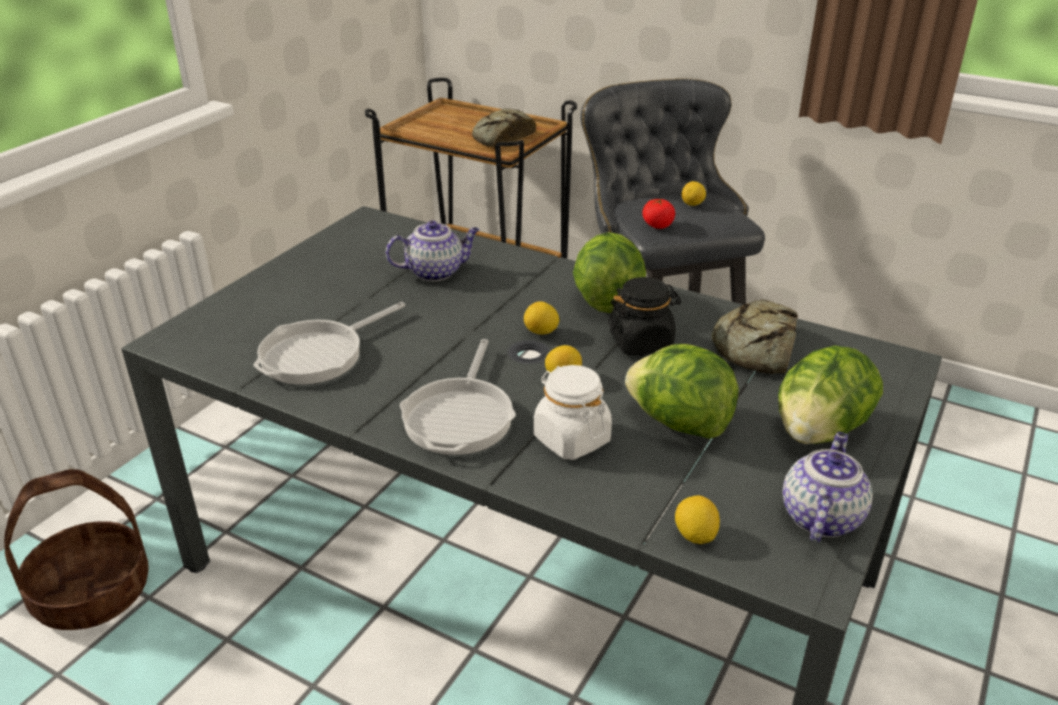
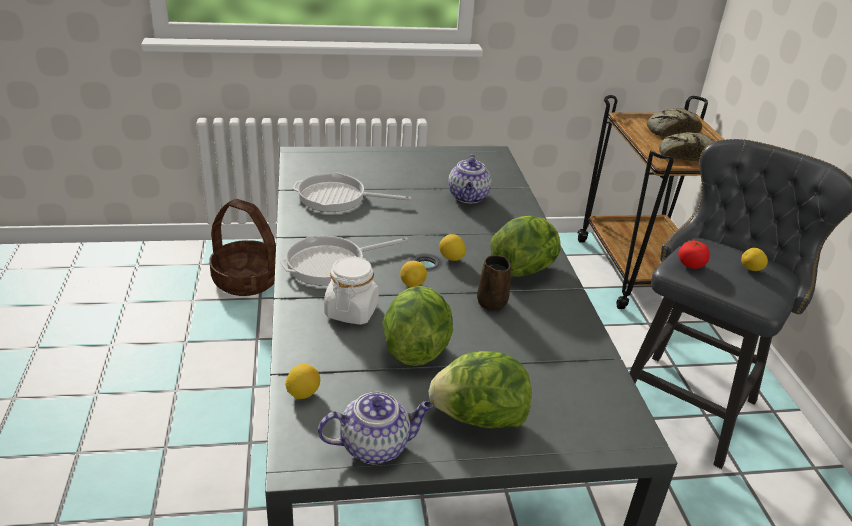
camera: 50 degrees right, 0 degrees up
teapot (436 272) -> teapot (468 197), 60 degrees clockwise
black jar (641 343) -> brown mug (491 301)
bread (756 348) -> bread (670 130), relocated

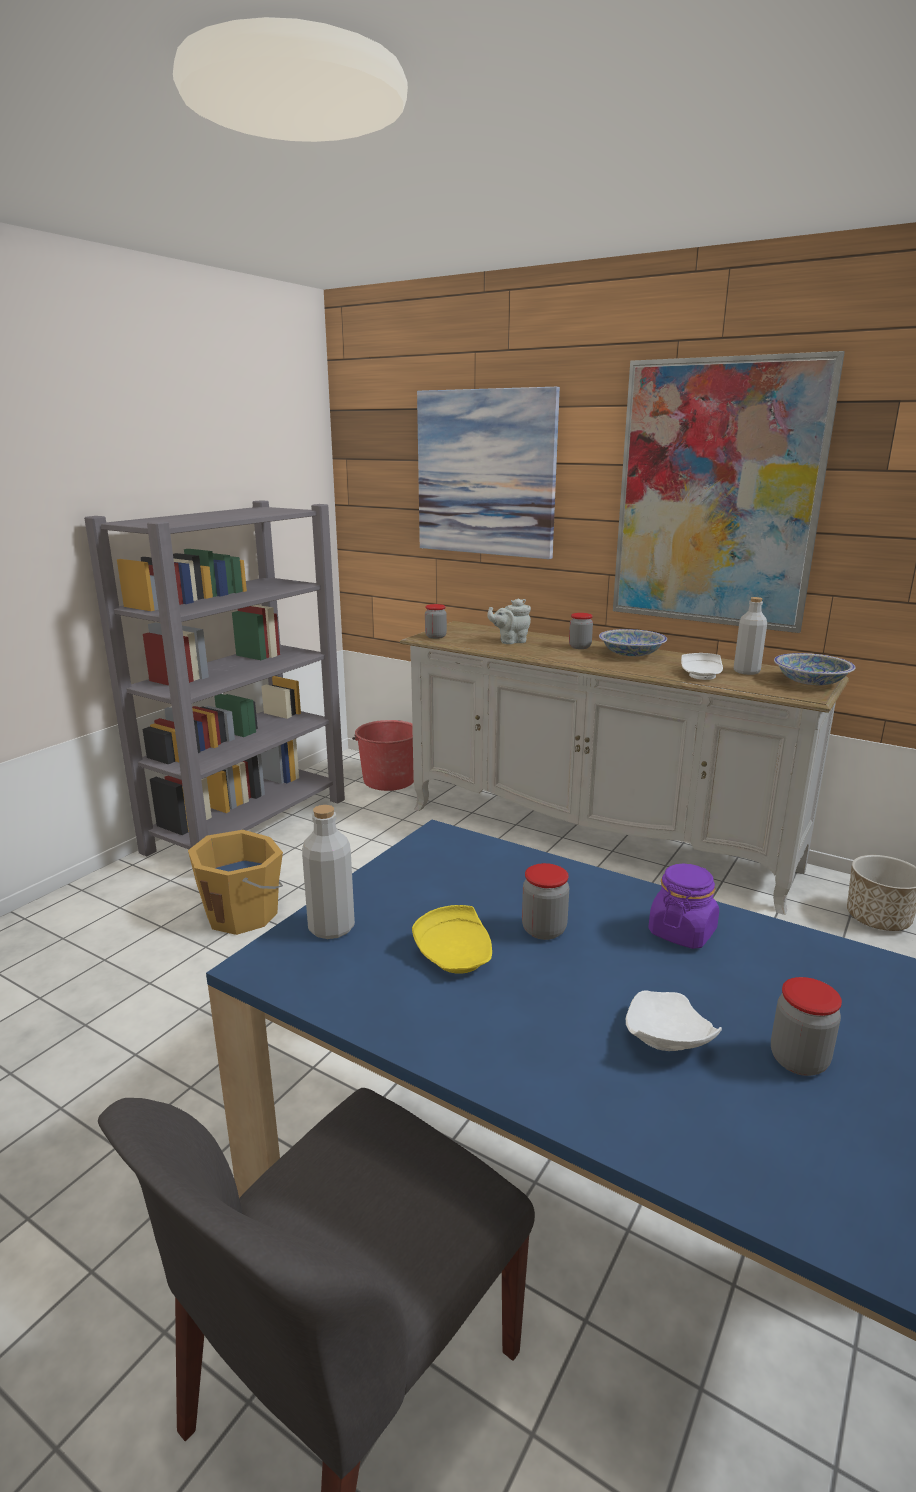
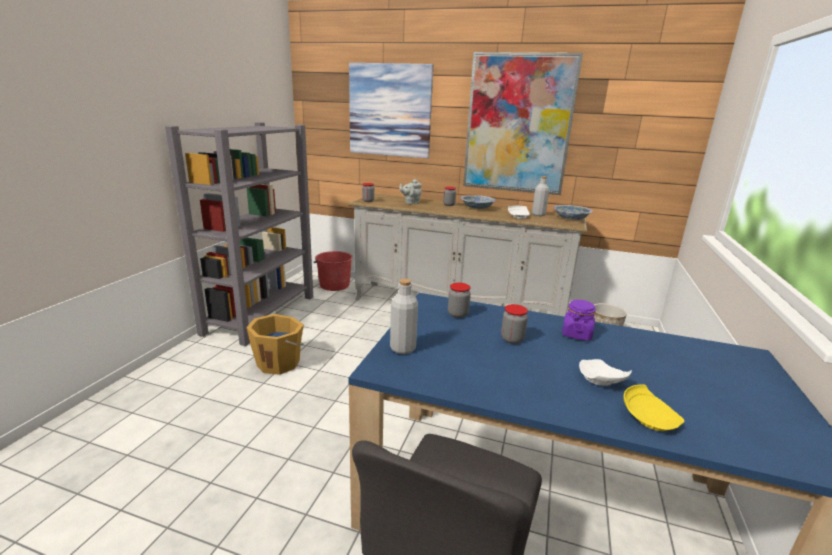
camera: 15 degrees left, 0 degrees up
jar (798 1060) -> jar (457 314), relocated
yellow plate (456 955) -> yellow plate (648 418), relocated

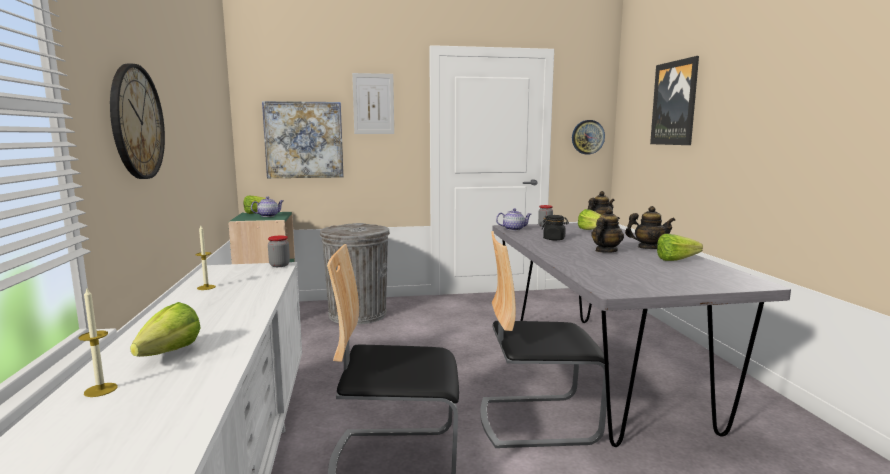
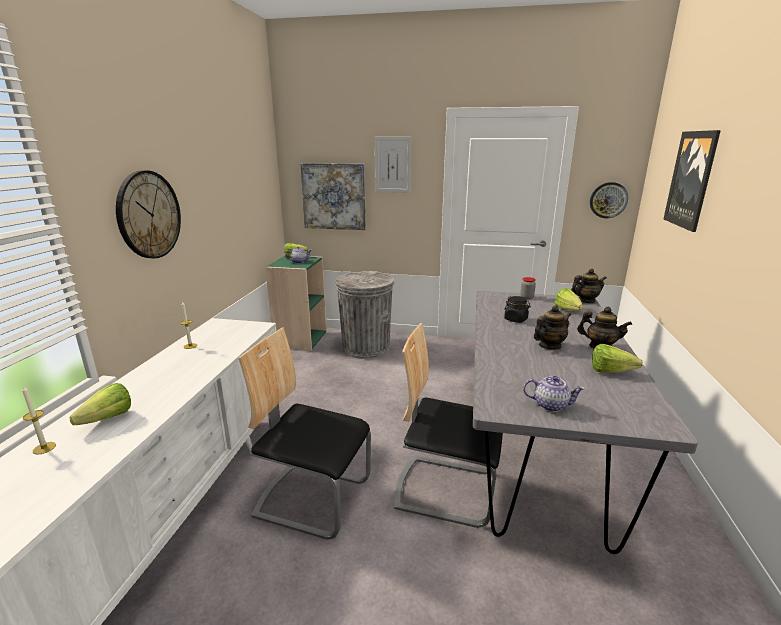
camera: 20 degrees right, 10 degrees up
teapot (513 229) -> teapot (551 405), relocated
jar (279 265) -> none

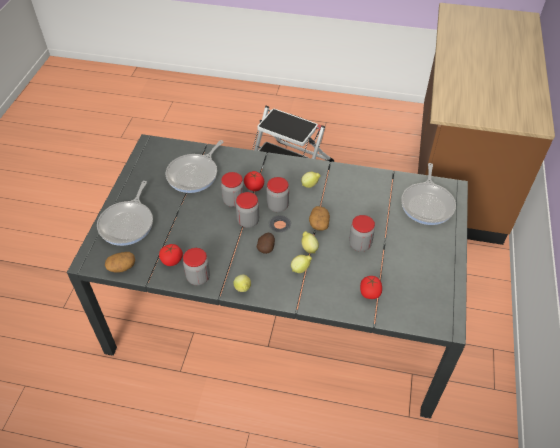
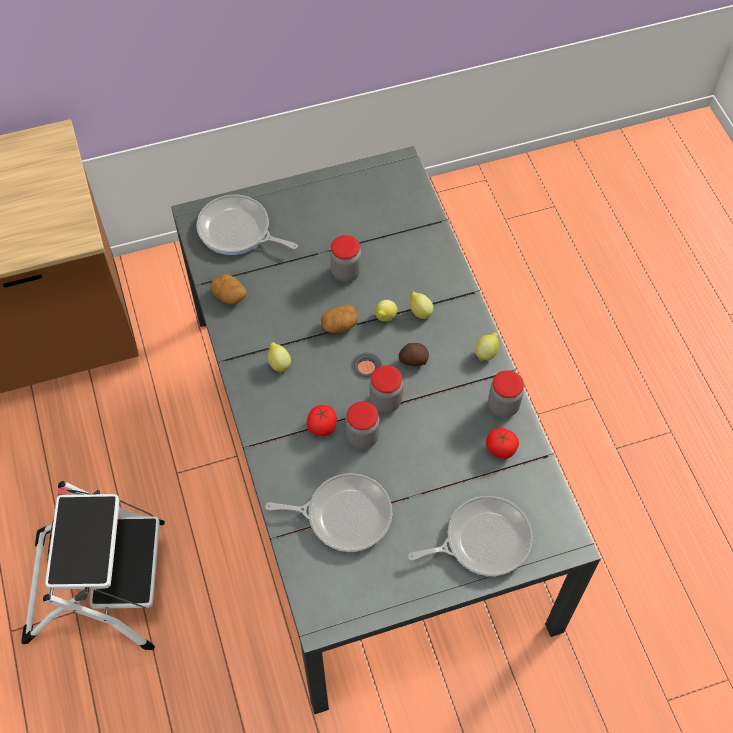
camera: 120 degrees left, 10 degrees up
frying pan (427 204) -> frying pan (237 231), 135 degrees counterclockwise
potato (121 267) -> potato (230 295), relocated
jar (277 206) -> none
tomato (369 293) -> none

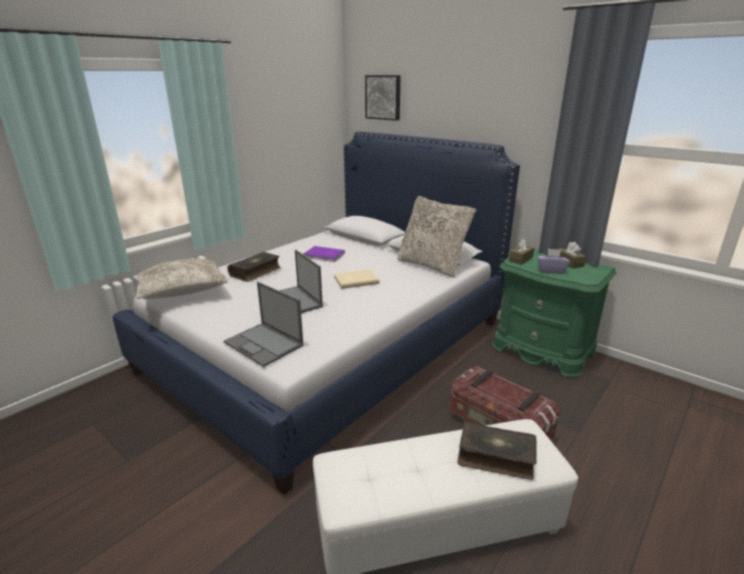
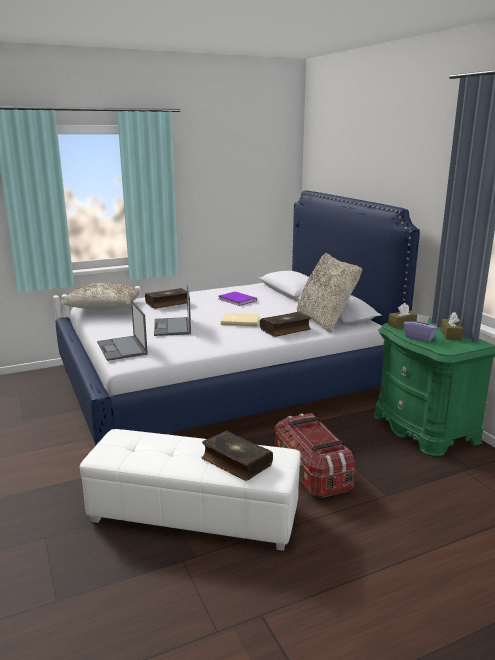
camera: 25 degrees right, 5 degrees down
none -> book (285 330)
picture (383 97) -> none

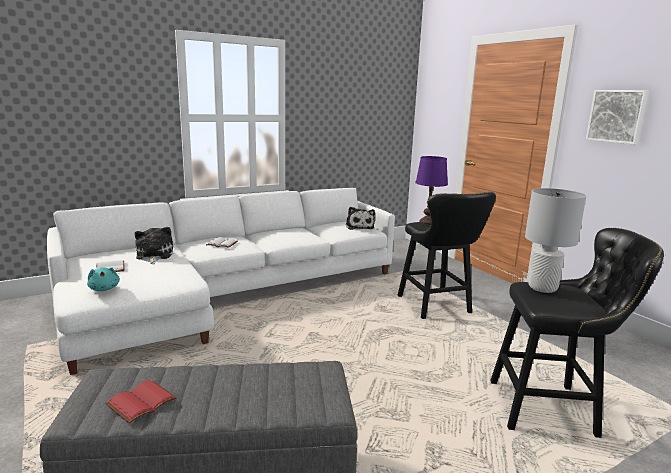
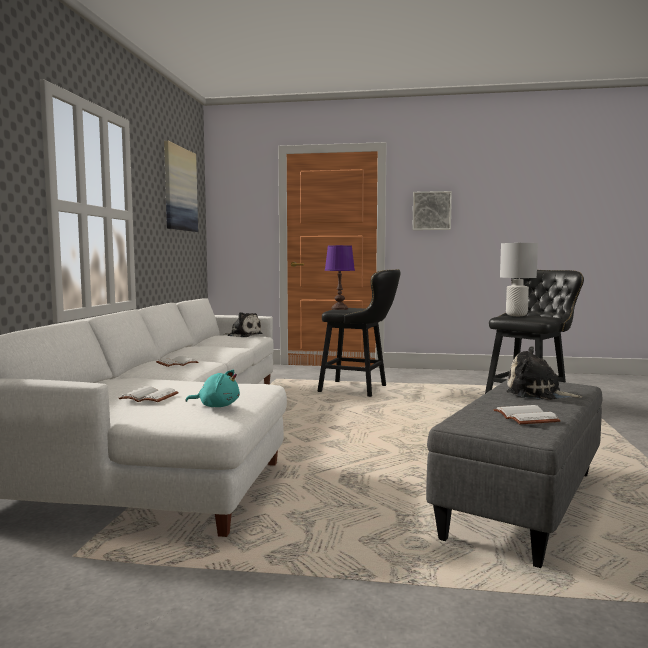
camera: 50 degrees left, 10 degrees down
none -> picture (179 189)
red book (141 401) -> white book (523 417)
plush toy (154 255) -> plush toy (537 394), relocated

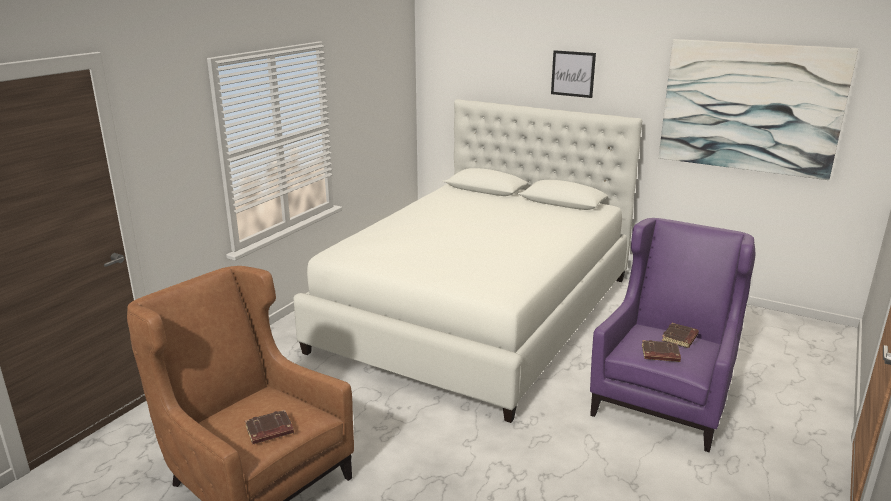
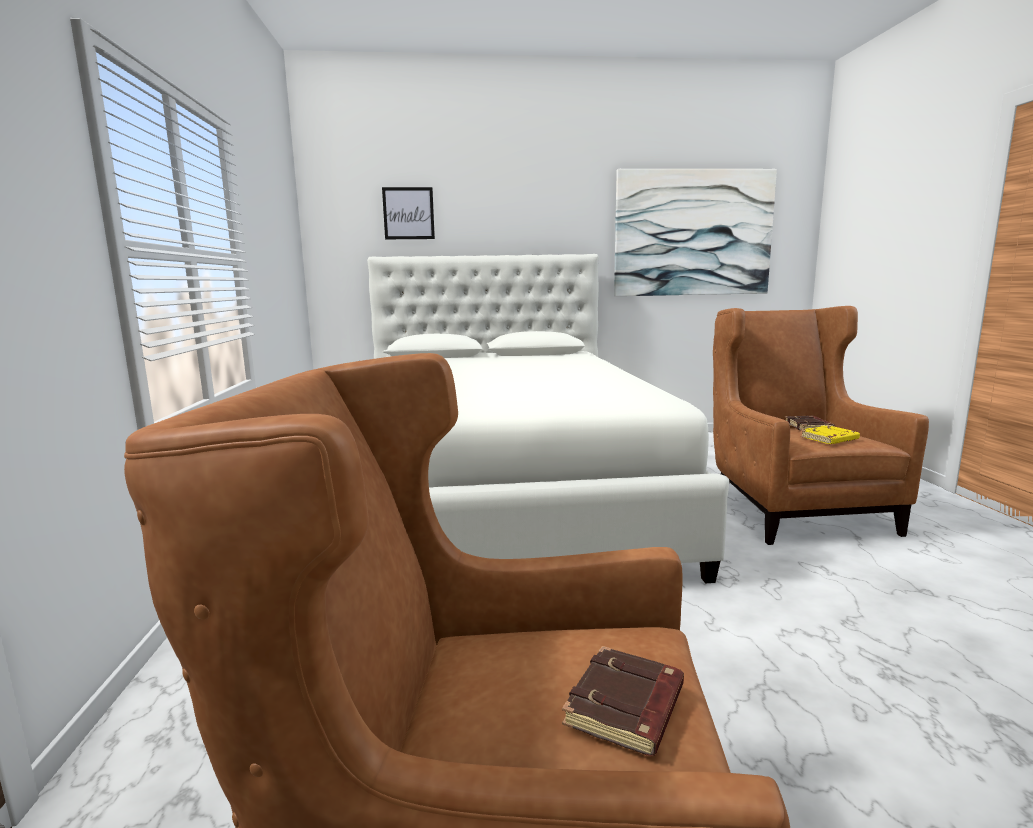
camera: 35 degrees left, 10 degrees down
picture (573 74) -> picture (408 213), relocated
purple armchair (664 399) -> brown armchair (792 509)
brown book (660 354) -> yellow book (829 439)

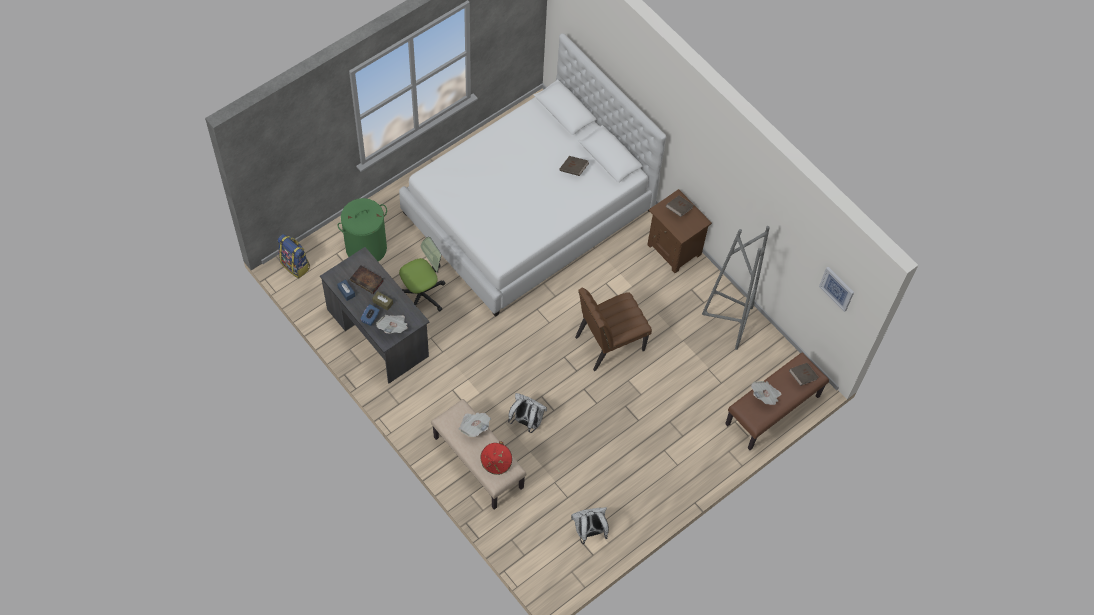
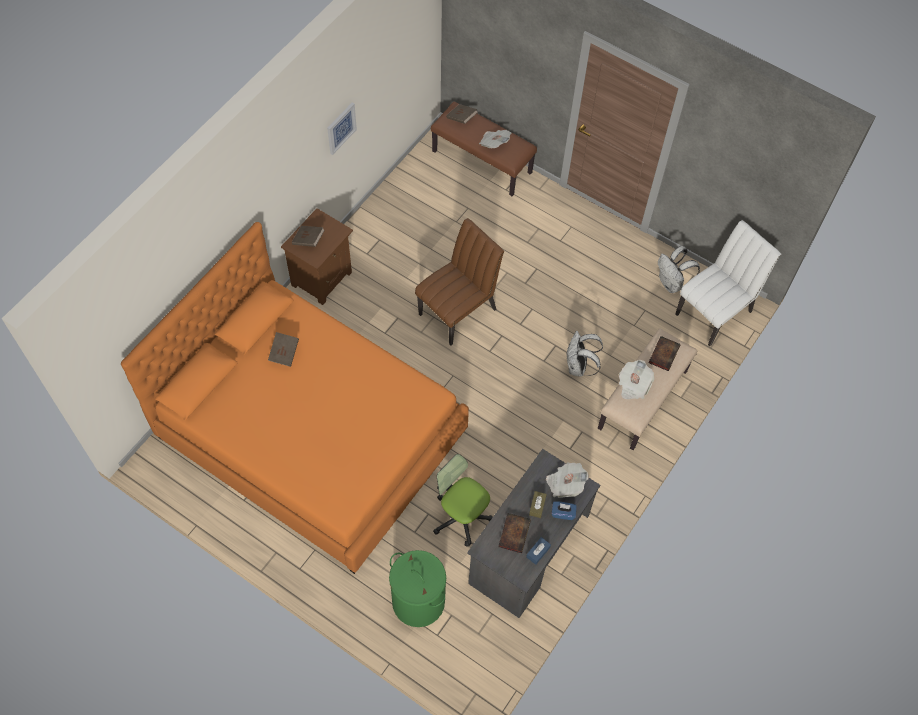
camera: 105 degrees left, 0 degrees up
white bed (528 211) -> orange bed (312 433)
picture (837 288) -> picture (341 128), relocated
brown chair (610 343) -> brown chair (457 312), 90 degrees counterclockwise
red hat (496 462) -> book (664 354)
none -> white chair (713 314)
backpack (295 265) -> none
grey clothes rack (730 324) -> none

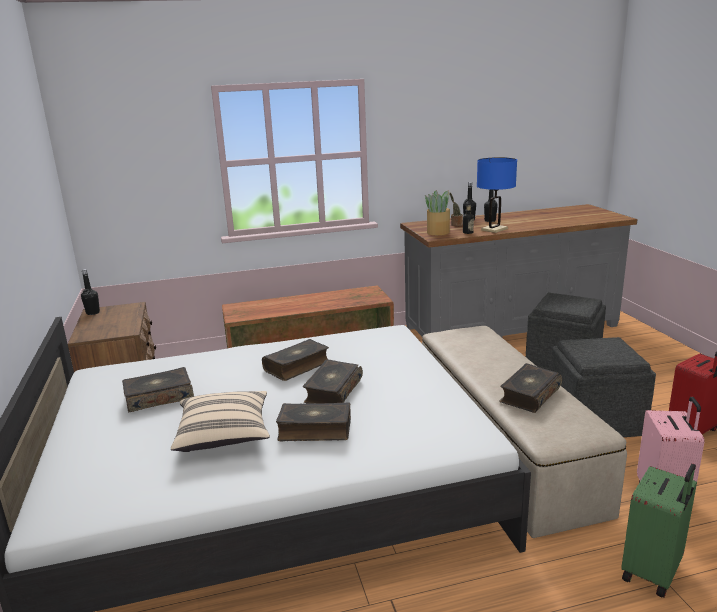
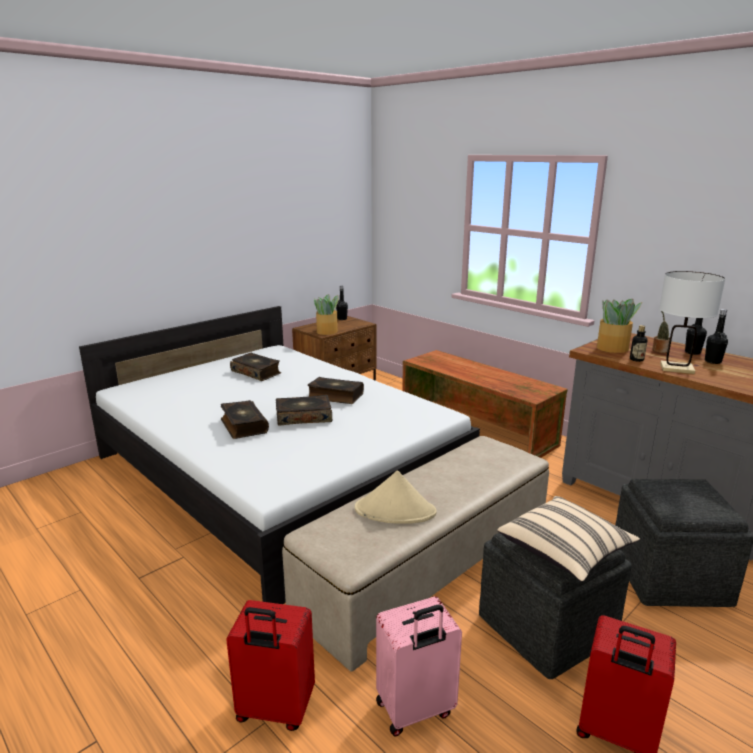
camera: 60 degrees right, 0 degrees up
green suitcase (653 572) -> red suitcase (274 710)
none -> potted plant (327 331)
book (529 395) -> beige hat (395 511)
beige pillow (224 435) -> beige pillow (564 552), relocated
blue table lamp (494 229) -> white table lamp (676 368)

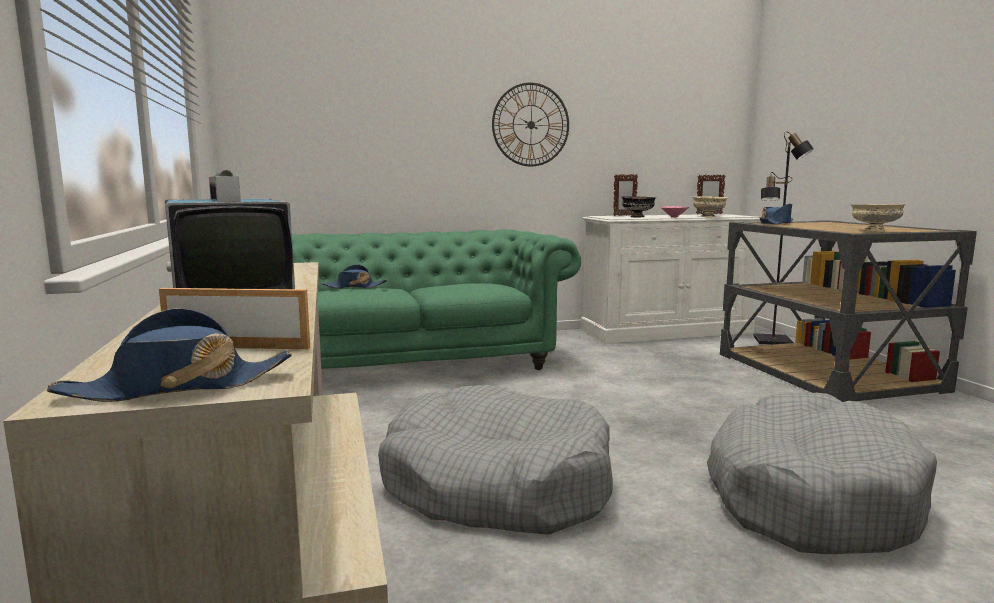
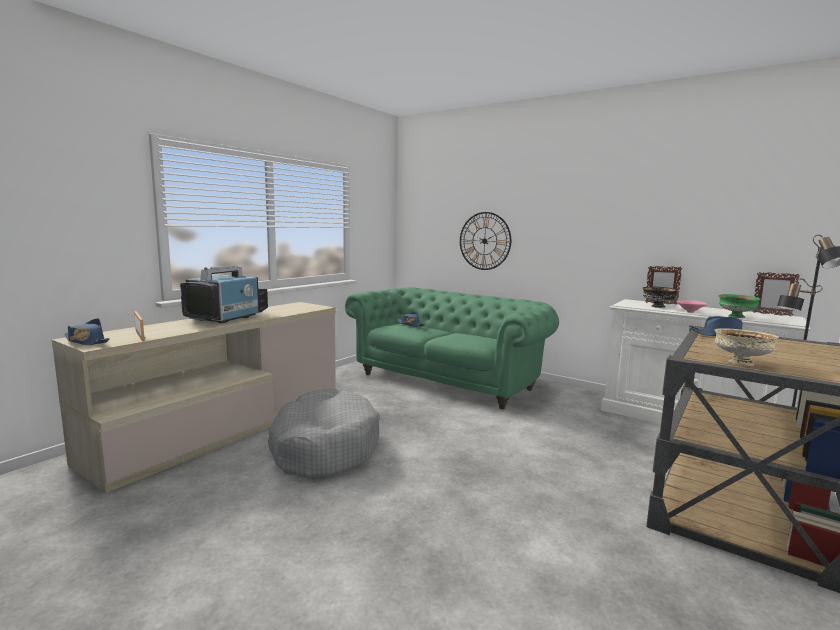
camera: 50 degrees right, 0 degrees up
wall clock (531 125) -> wall clock (484 241), relocated
beige bowl (709 216) -> green bowl (736 317)
grey dog bed (809 496) -> none

